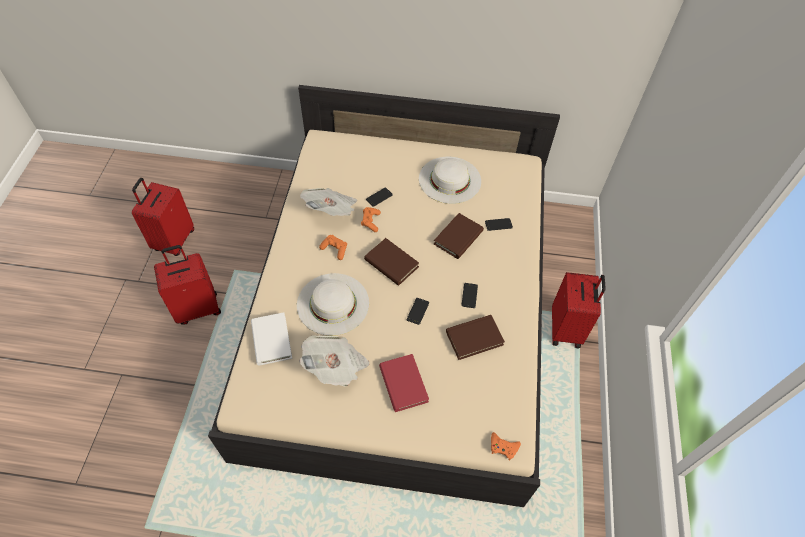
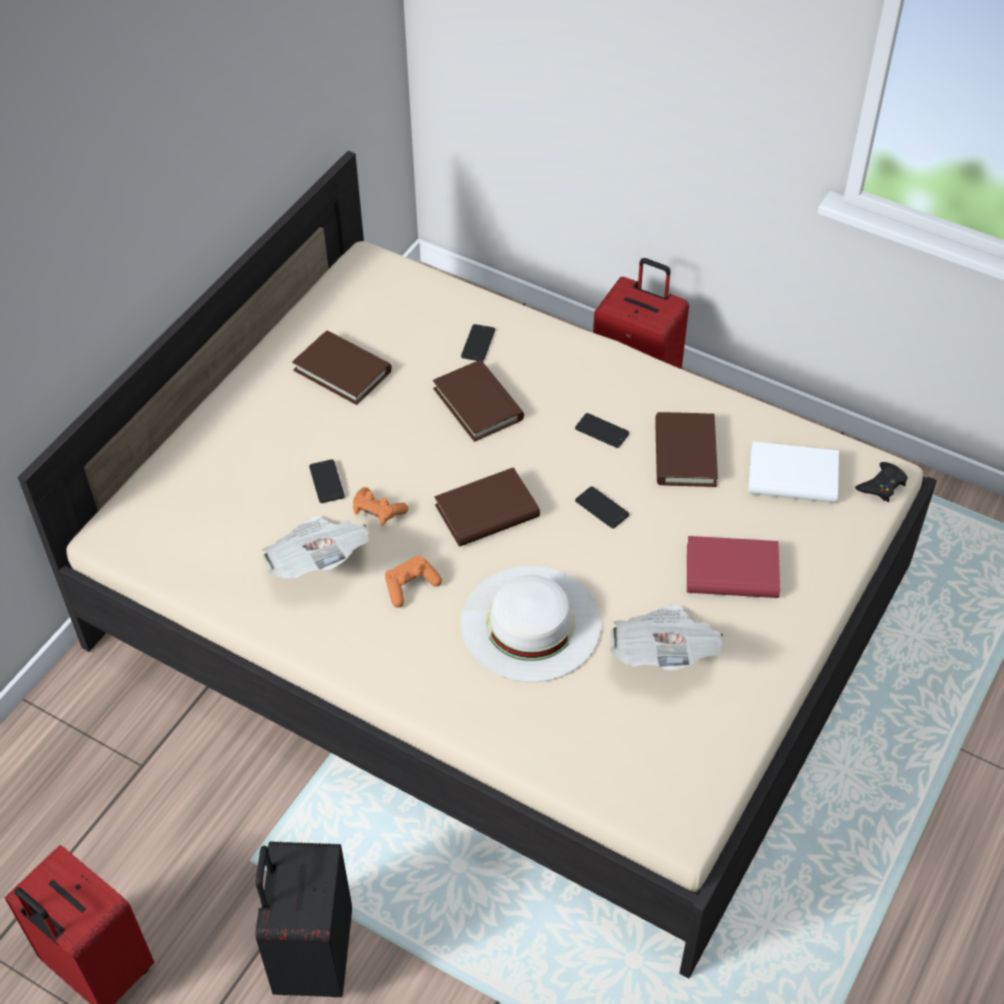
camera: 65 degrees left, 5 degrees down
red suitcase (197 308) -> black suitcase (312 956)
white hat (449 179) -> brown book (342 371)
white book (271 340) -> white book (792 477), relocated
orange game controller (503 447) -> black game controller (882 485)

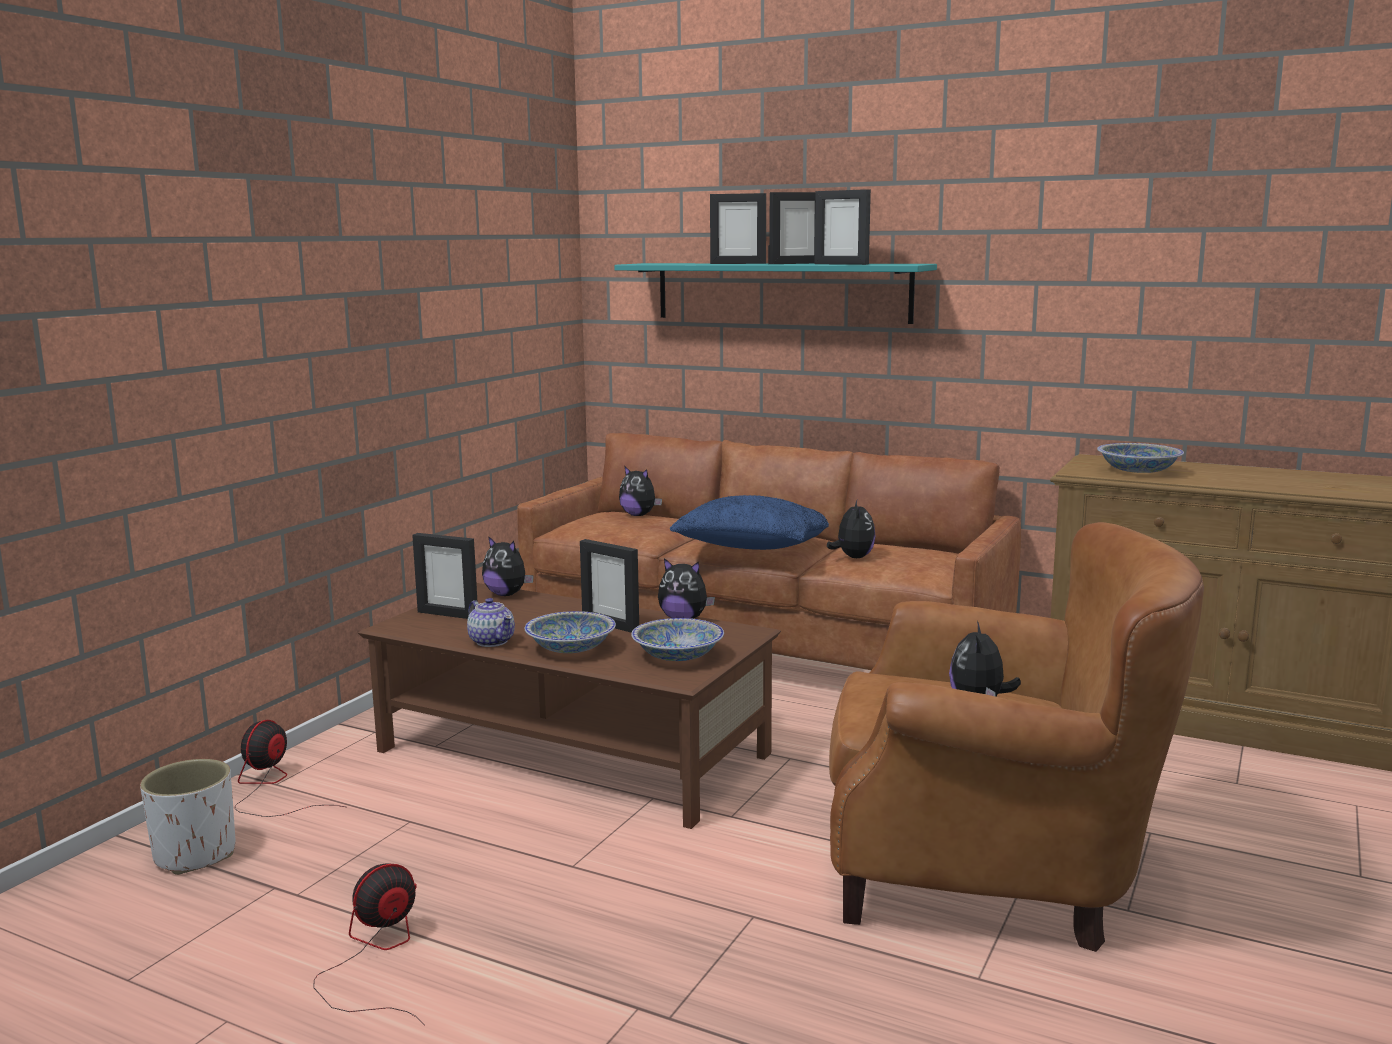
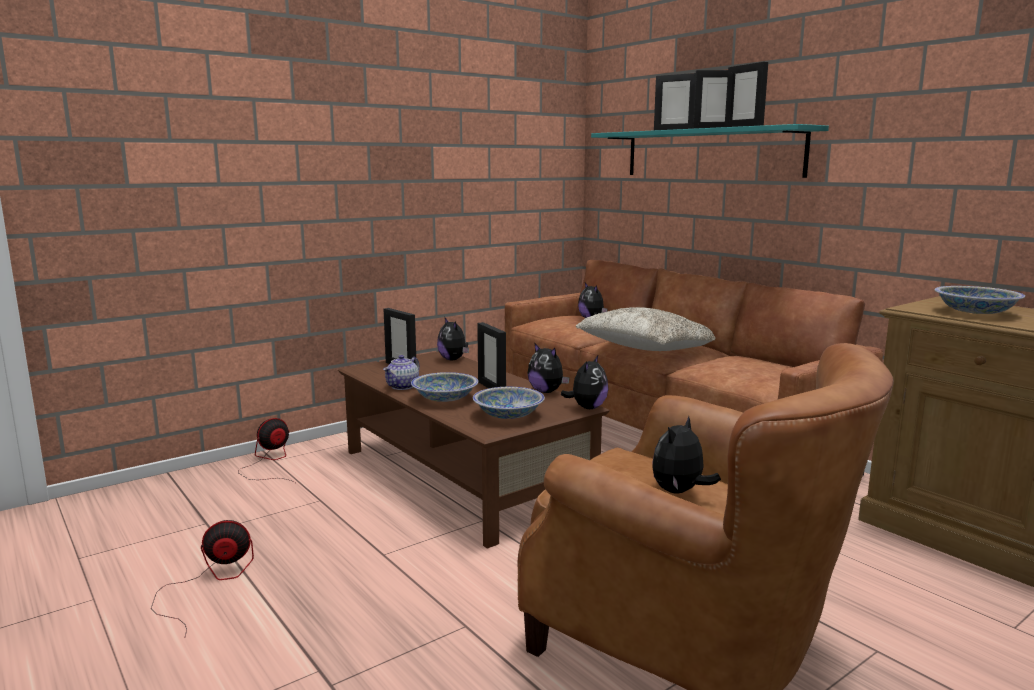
camera: 25 degrees right, 0 degrees up
teapot (492 641) -> teapot (403 386), 45 degrees clockwise
plush toy (853 557) -> plush toy (587 407), relocated
blue pillow (753 548) -> beige pillow (646 349)
white planter (195 855) -> none

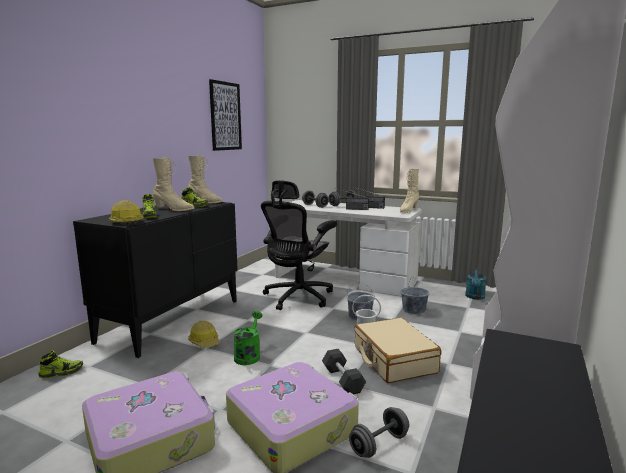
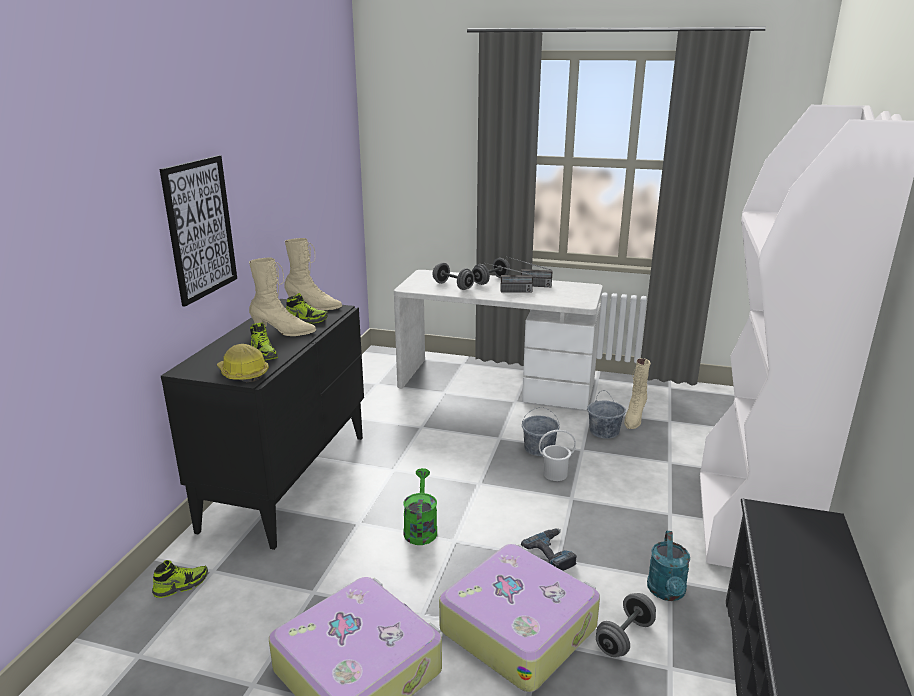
camera: 10 degrees left, 10 degrees up
picture (225 116) -> picture (200 229), relocated
black dumbbell (342 380) -> power drill (553 553)
beige boot (408 210) -> beige boot (634 418), relocated
turquoise watering can (475 297) -> turquoise watering can (667 592), relocated
hard hat (205 342) -> none
office chair (298 298) -> none
beige suitcase (393 360) -> none

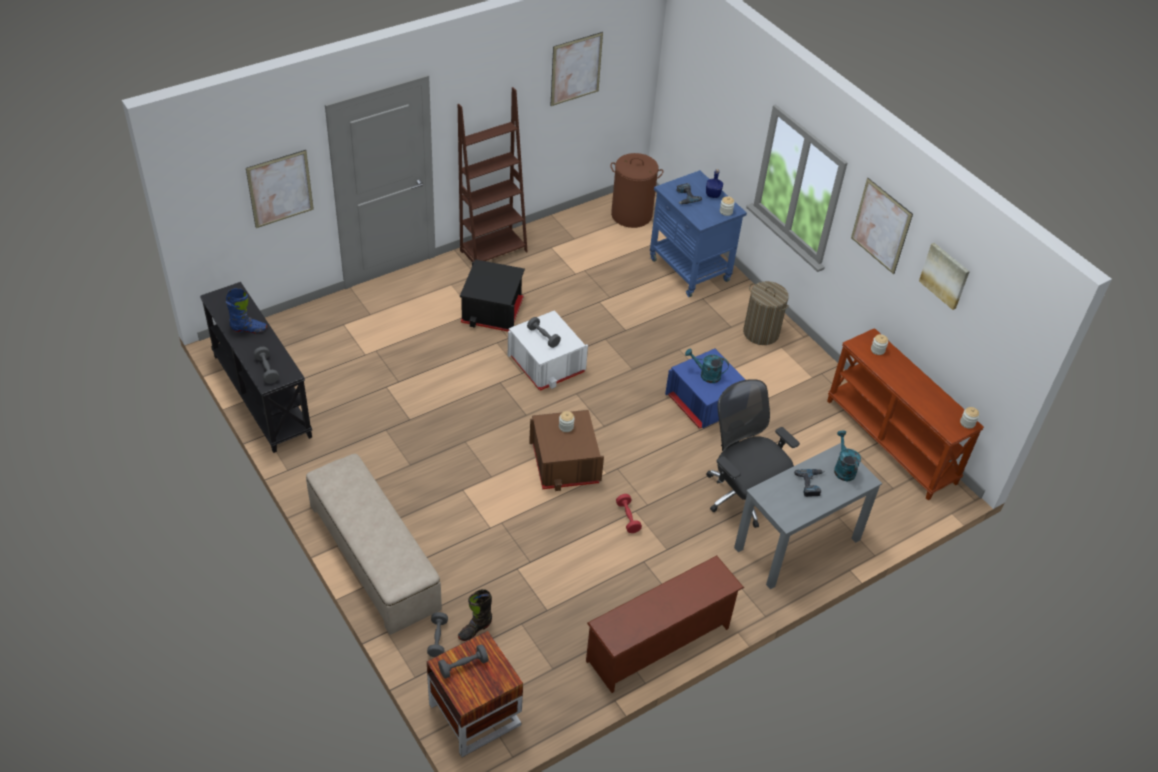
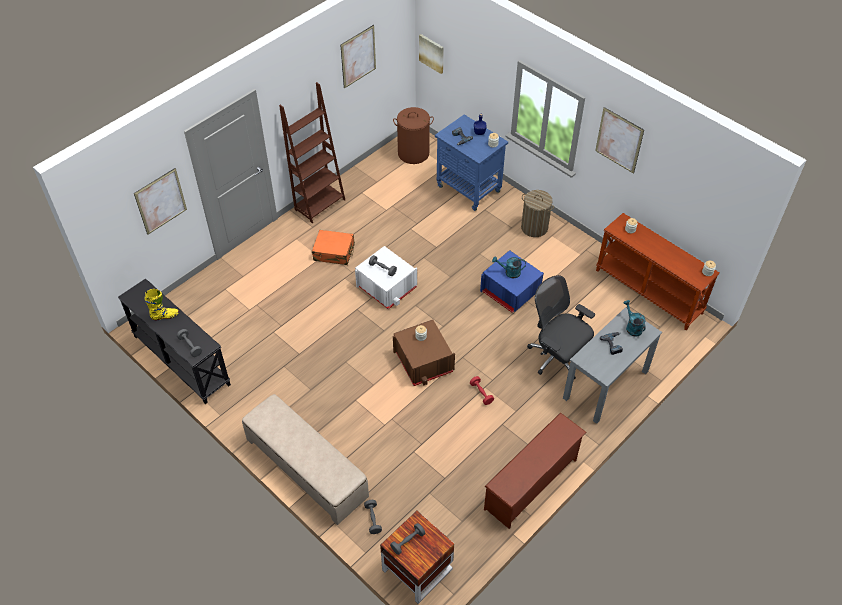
camera: 10 degrees left, 5 degrees up
blue boot (249 329) -> yellow boot (165 316)
black storage box (493 310) -> orange suitcase (334 252)
picture (945 275) -> picture (432 53), relocated
black boot (475 629) -> none

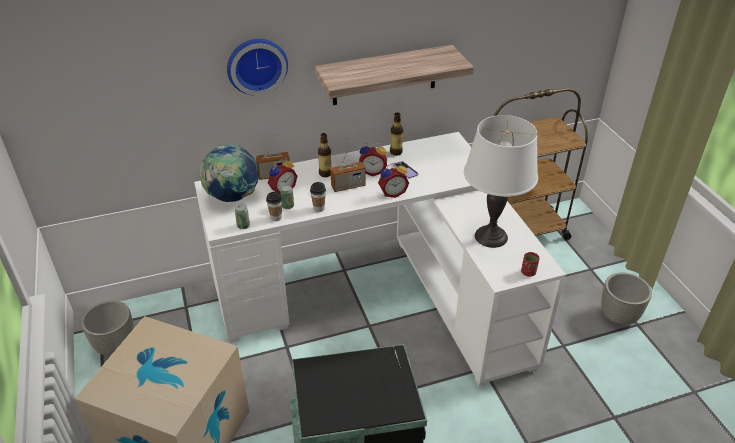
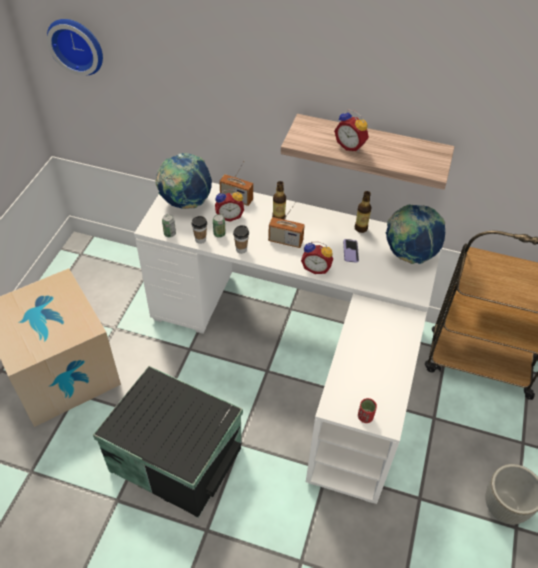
camera: 35 degrees right, 10 degrees up
wall clock (256 65) -> wall clock (77 45), relocated
alarm clock (373 171) -> alarm clock (351 146), relocated
none -> globe (409 254)
grey planter (115 346) -> none
white table lamp (491 236) -> none

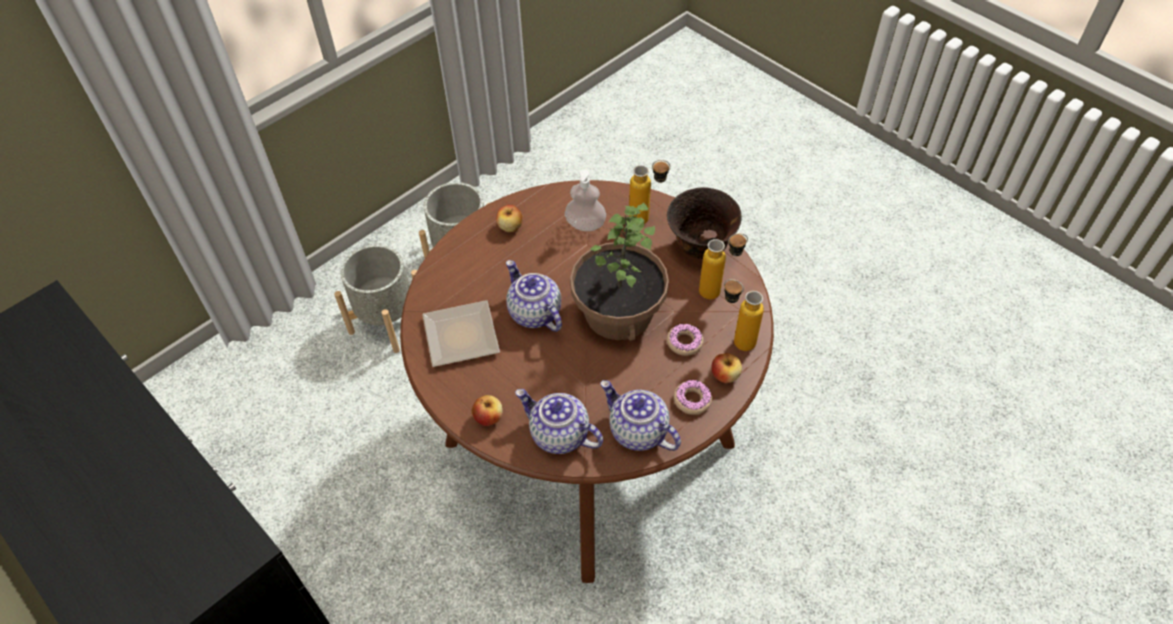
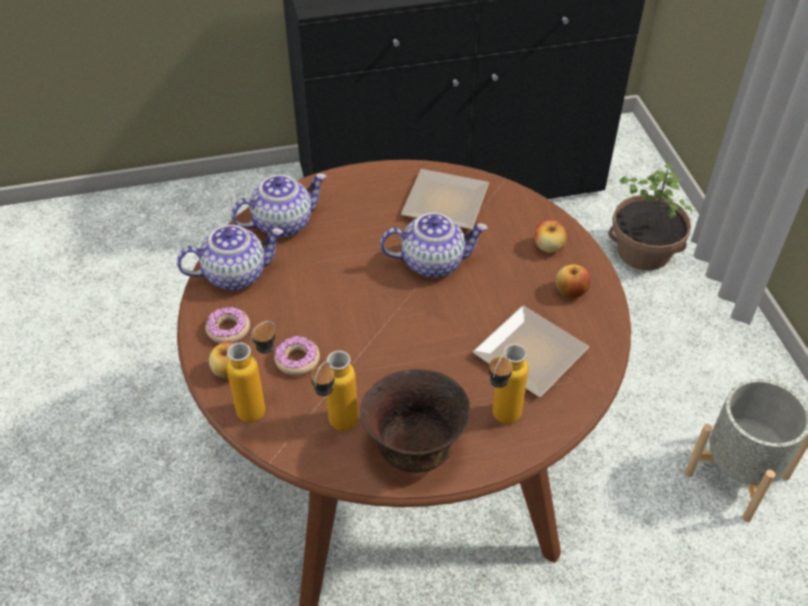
camera: 120 degrees right, 5 degrees down
soap dispenser (585 224) -> plate (530 357)
apple (488 417) -> apple (549 247), relocated
potted plant (617 313) -> potted plant (644 251), relocated
grey planter (387 321) -> none

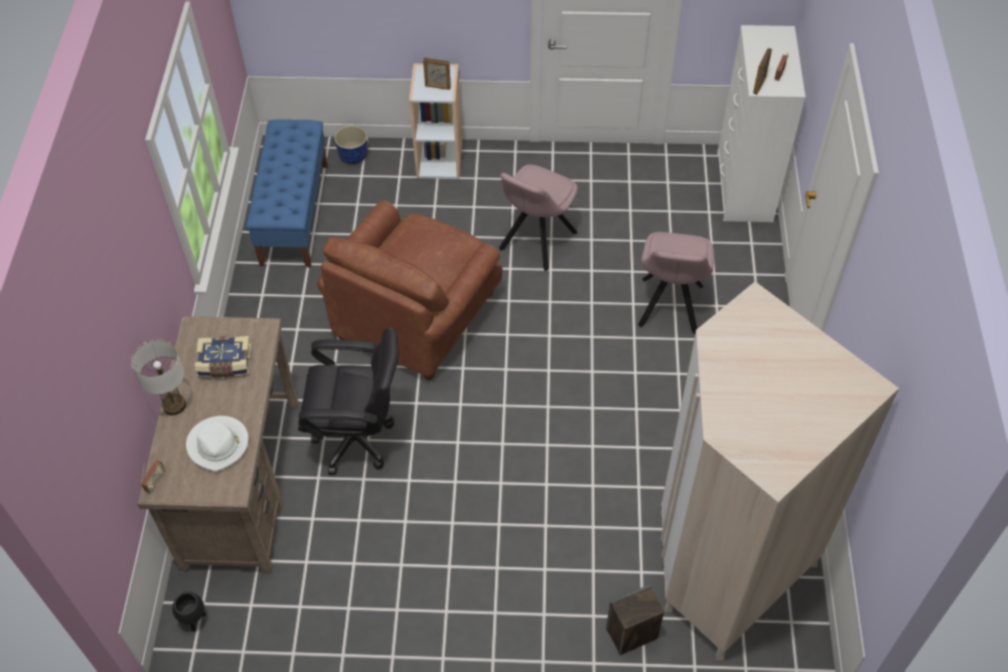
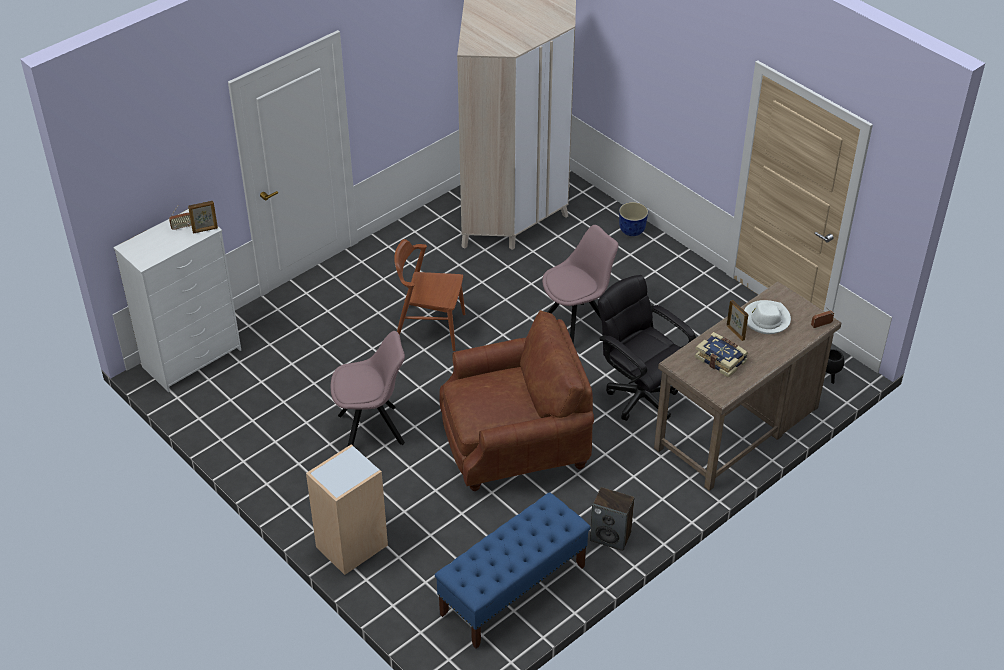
camera: 135 degrees left, 10 degrees down
none -> brown chair (429 328)
pink chair (669 306) -> pink chair (576 326), relocated
speaker (631 634) -> speaker (611 536), relocated
planter (354 157) -> planter (631 231), relocated
picture frame (437 87) -> picture frame (735 332), relocated
table lamp (174 405) -> none

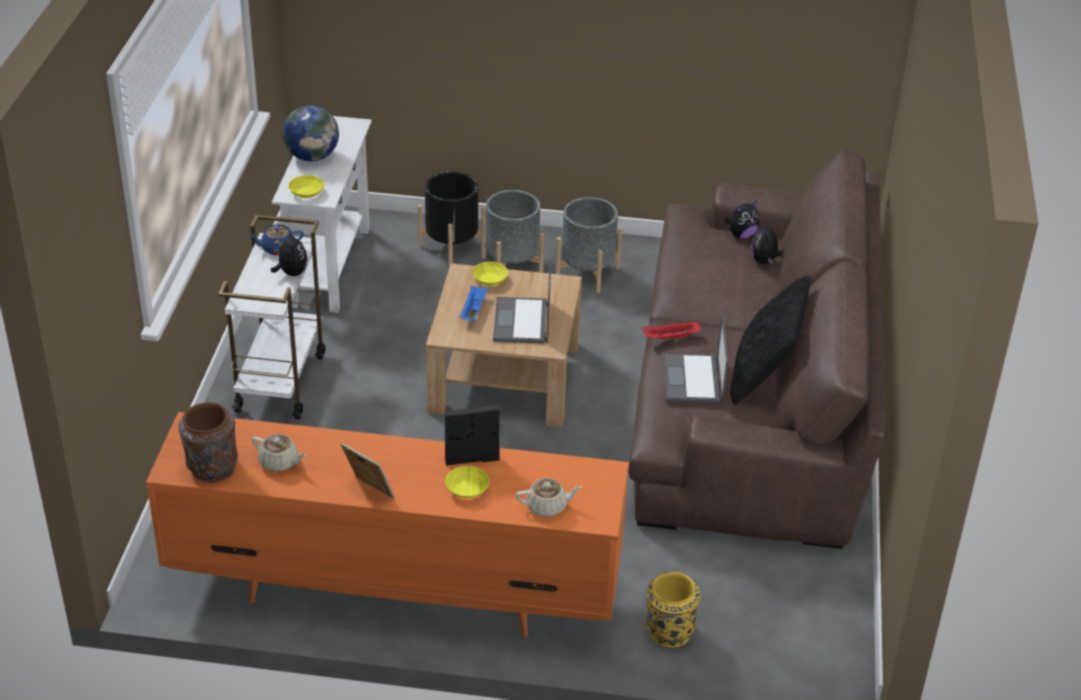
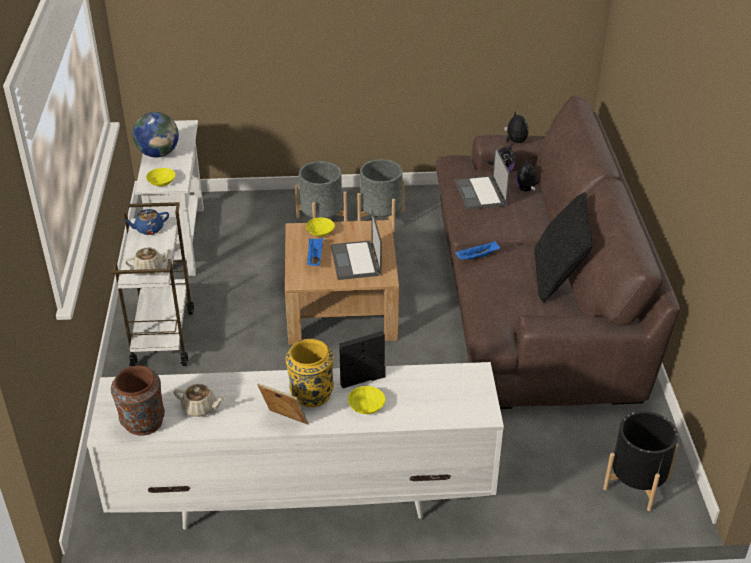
camera: 10 degrees left, 0 degrees up
orange cabinet (392 593) -> white cabinet (301 500)
beige teapot (547 507) -> beige teapot (150 268), relocated
yellow vase (669 632) -> yellow vase (311 394), relocated
laptop (693 380) -> laptop (481 193), relocated
red tray (670 338) -> blue tray (476 257)
plush toy (291 273) -> plush toy (515 141), relocated
black planter (452 246) -> black planter (636 484), relocated

